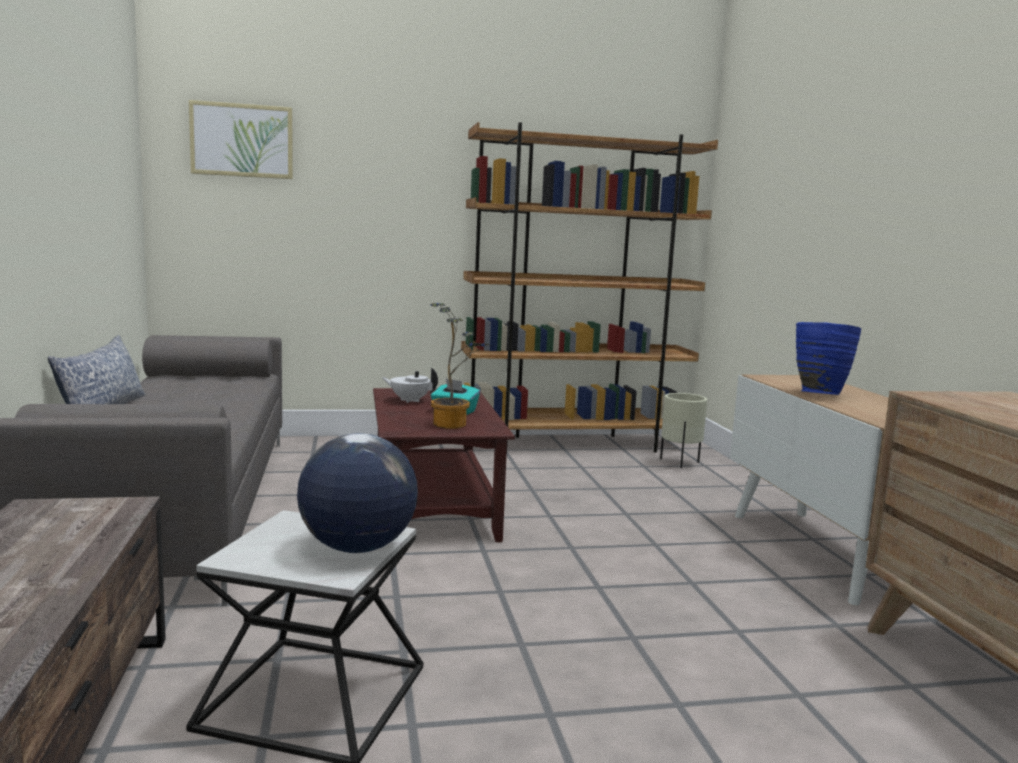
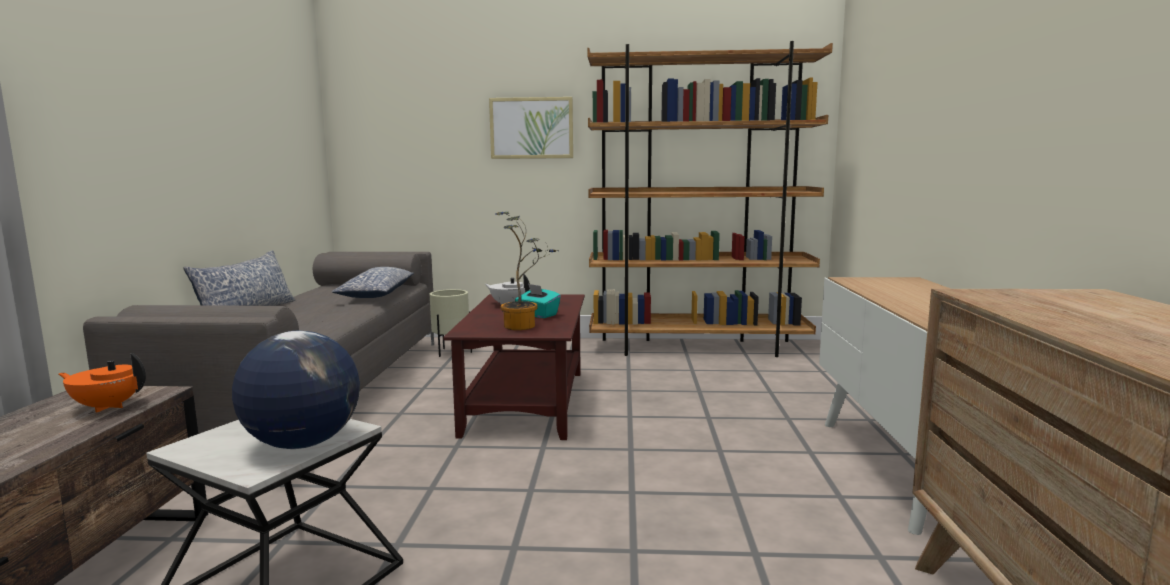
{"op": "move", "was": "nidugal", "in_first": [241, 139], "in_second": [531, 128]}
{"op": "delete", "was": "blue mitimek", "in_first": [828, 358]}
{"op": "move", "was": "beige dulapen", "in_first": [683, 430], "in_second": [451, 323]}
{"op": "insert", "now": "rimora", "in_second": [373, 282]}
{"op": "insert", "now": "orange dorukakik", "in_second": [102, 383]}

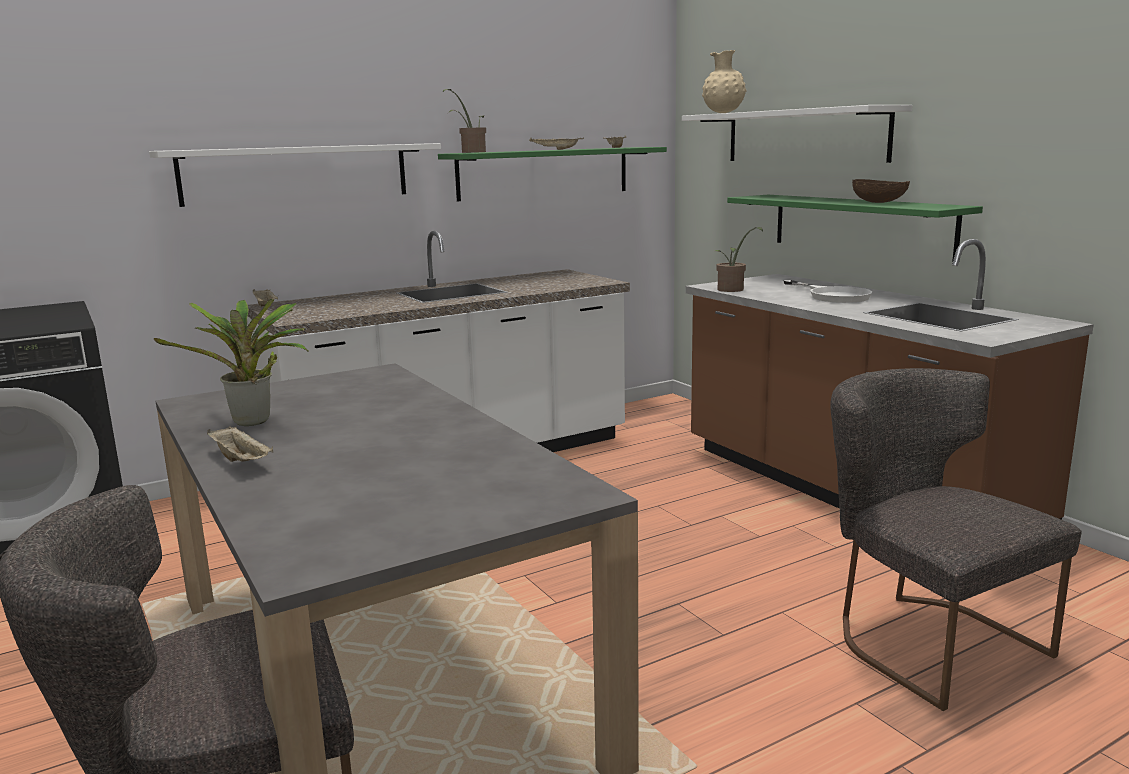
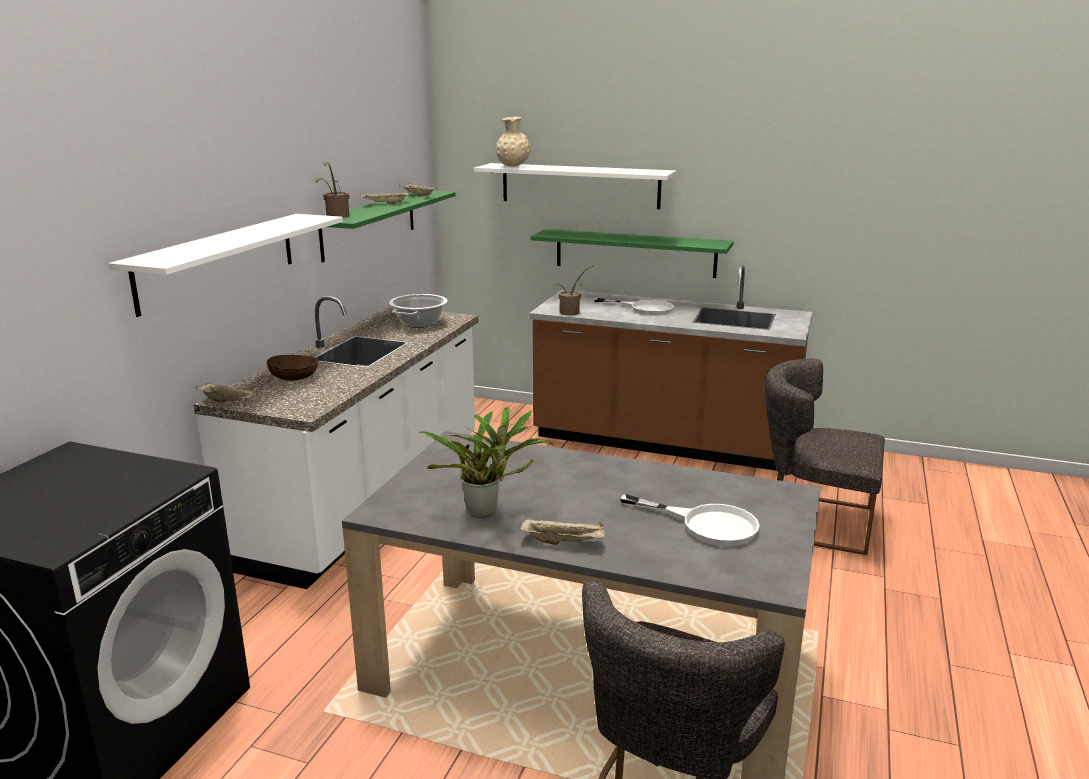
{"op": "move", "was": "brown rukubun", "in_first": [881, 191], "in_second": [292, 368]}
{"op": "insert", "now": "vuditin", "in_second": [418, 311]}
{"op": "insert", "now": "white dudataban", "in_second": [690, 520]}

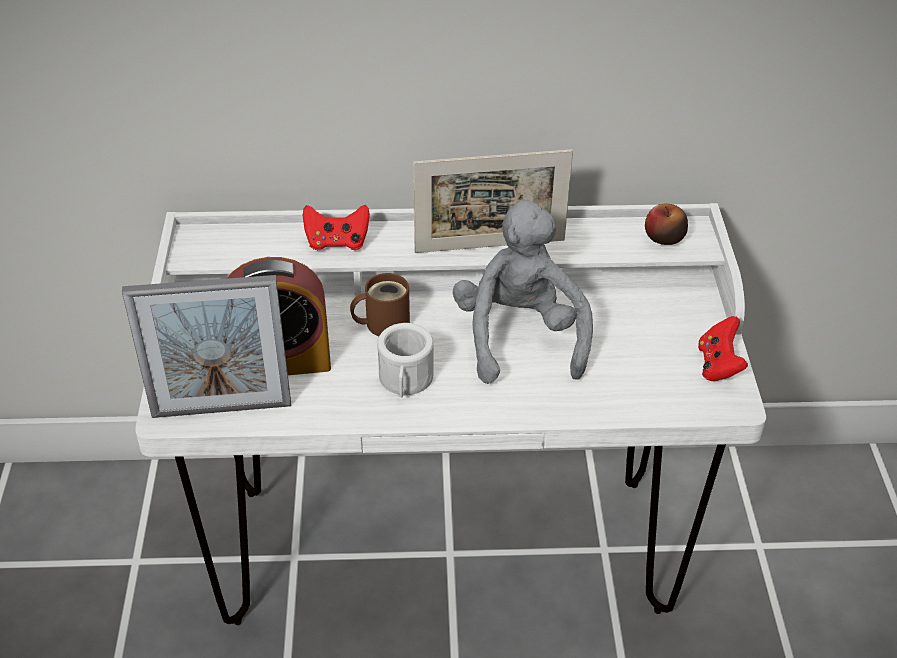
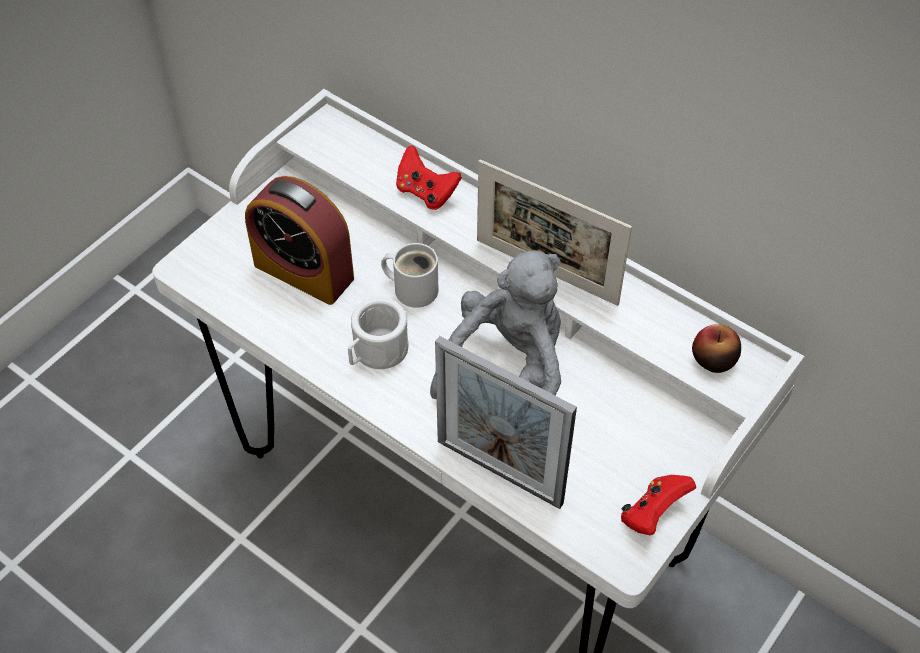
{"op": "recolor", "was": "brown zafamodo", "now": "white zafamodo", "in_first": [380, 304], "in_second": [409, 275]}
{"op": "move", "was": "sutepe", "in_first": [206, 346], "in_second": [506, 422]}

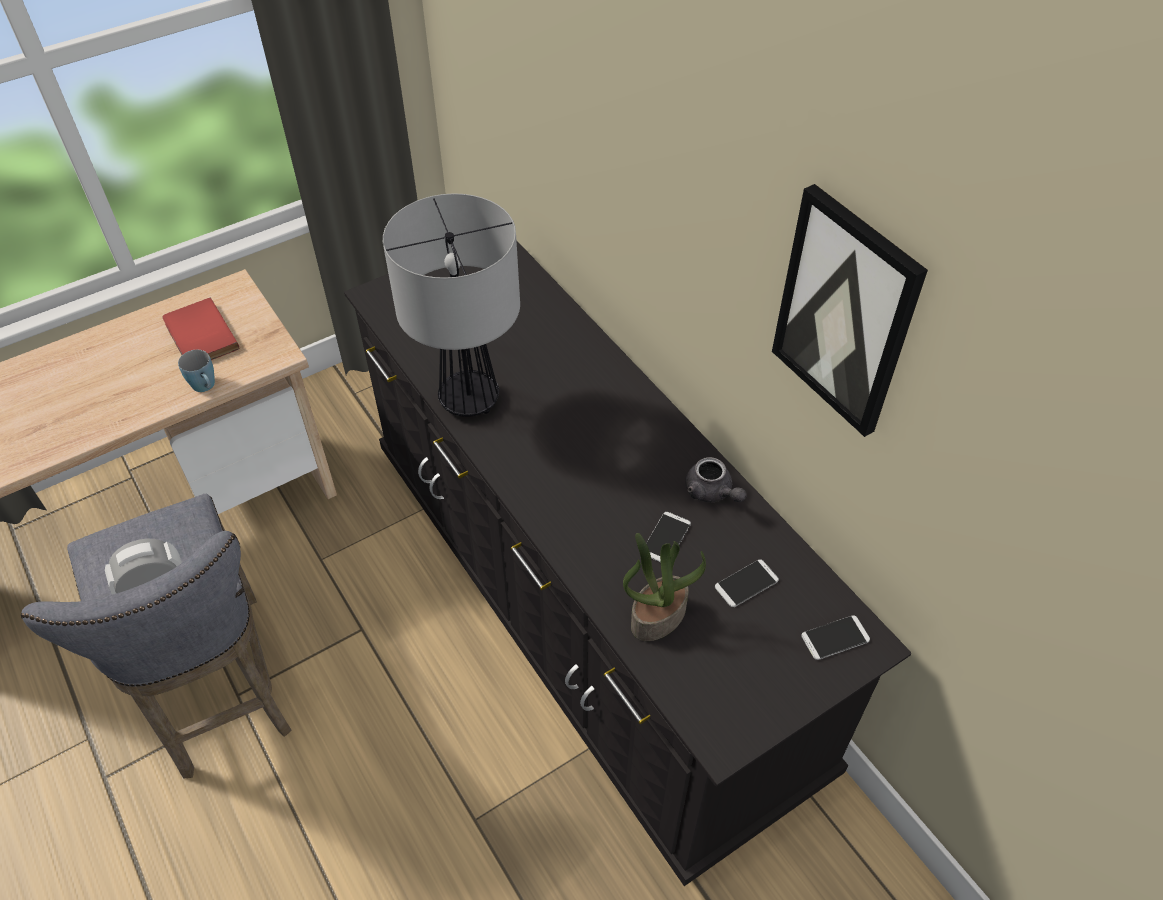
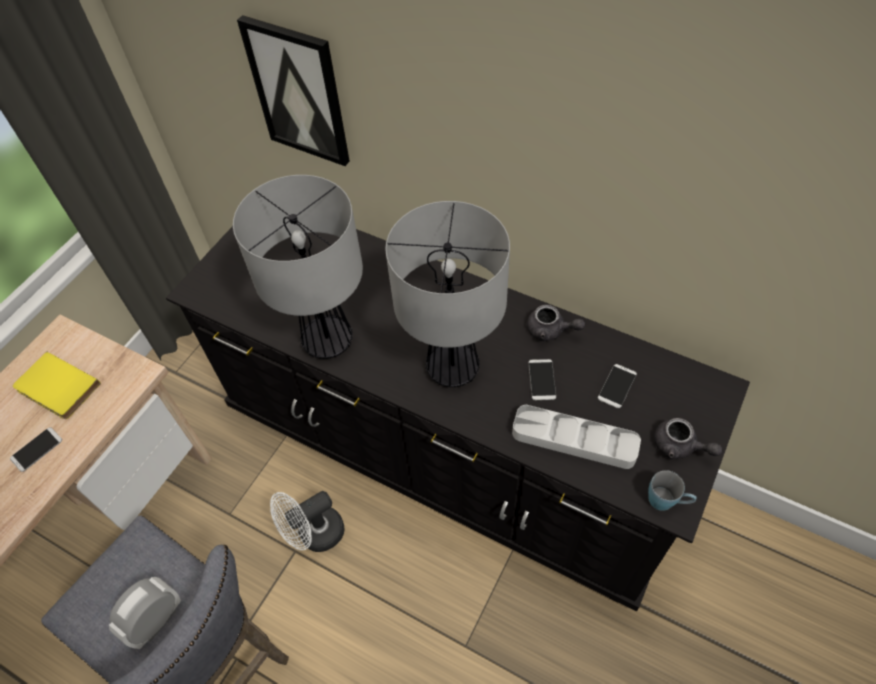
{"op": "move", "was": "nidugal", "in_first": [850, 310], "in_second": [293, 90]}
{"op": "recolor", "was": "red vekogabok", "now": "yellow vekogabok", "in_first": [201, 328], "in_second": [57, 385]}
{"op": "move", "was": "blue zafamodo", "in_first": [196, 371], "in_second": [672, 490]}
{"op": "replace", "was": "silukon", "now": "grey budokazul", "in_first": [664, 587], "in_second": [576, 437]}
{"op": "move", "was": "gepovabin", "in_first": [835, 637], "in_second": [36, 449]}
{"op": "insert", "now": "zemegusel", "in_second": [447, 294]}
{"op": "insert", "now": "grey dorukakik", "in_second": [688, 438]}
{"op": "insert", "now": "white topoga", "in_second": [307, 521]}

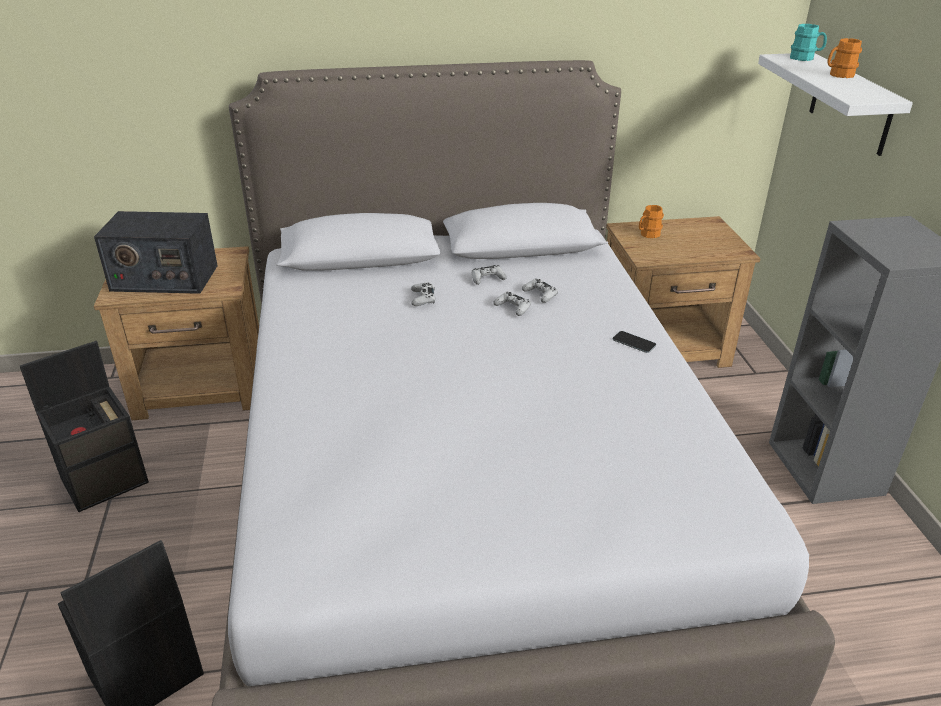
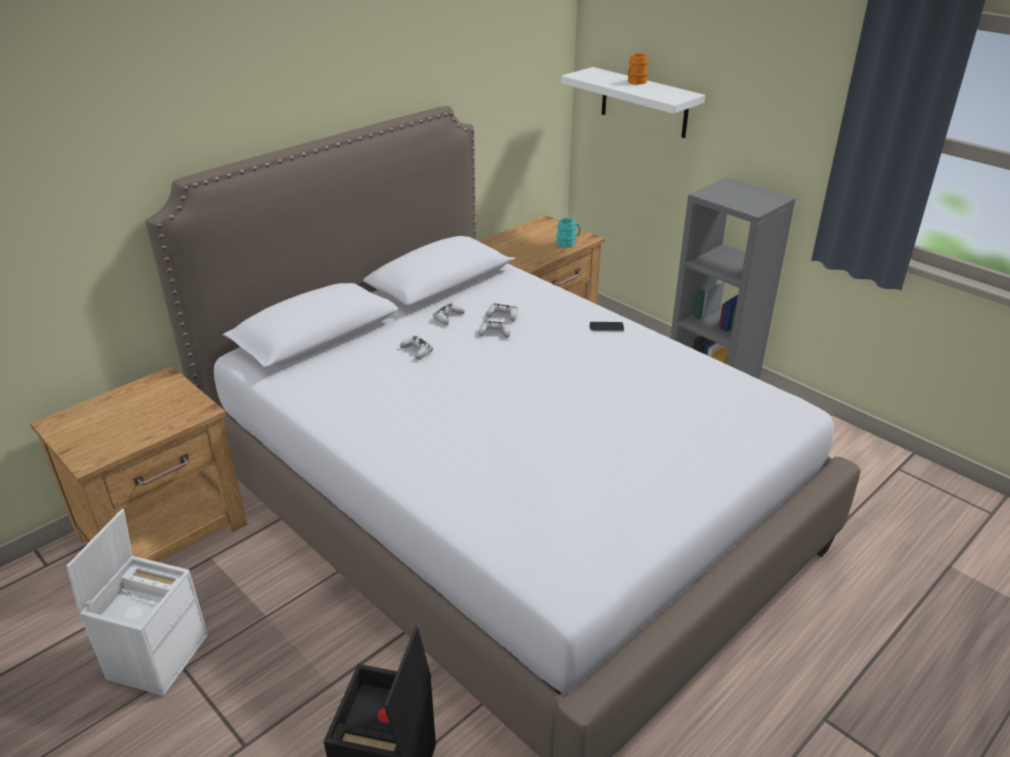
{"op": "move", "was": "turquoise zafamodo", "in_first": [808, 42], "in_second": [568, 232]}
{"op": "delete", "was": "orange zafamodo", "in_first": [651, 221]}
{"op": "delete", "was": "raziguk", "in_first": [156, 252]}
{"op": "recolor", "was": "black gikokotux", "now": "white gikokotux", "in_first": [84, 426], "in_second": [137, 602]}

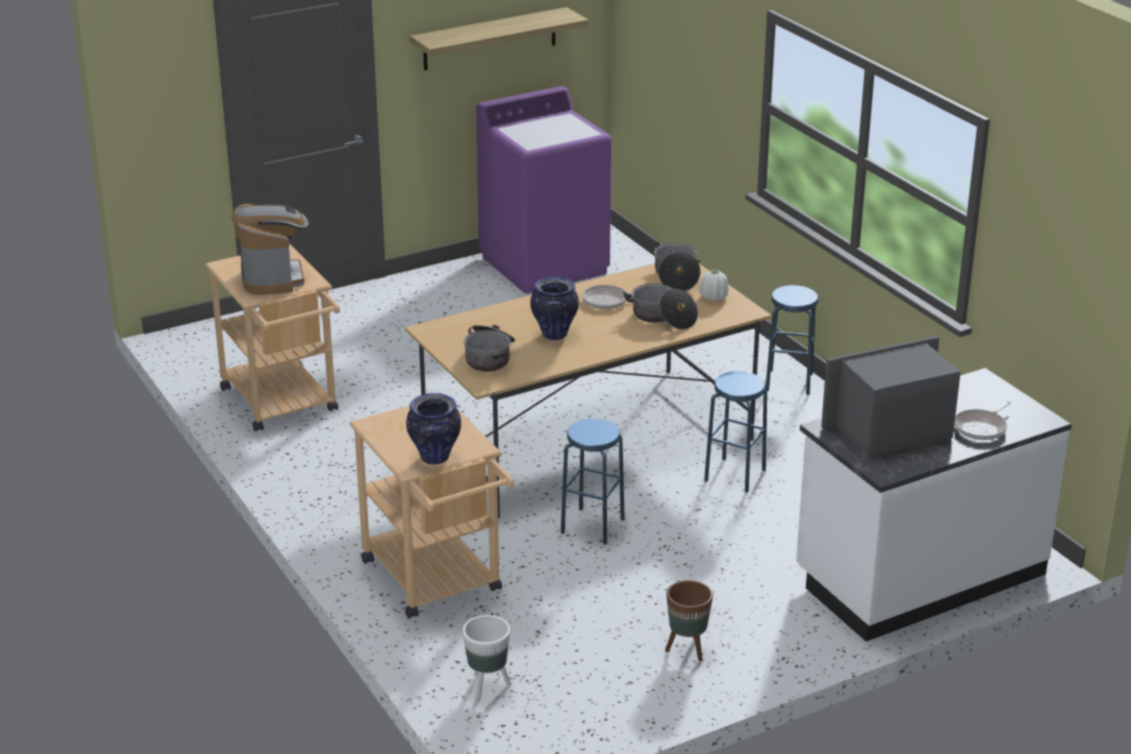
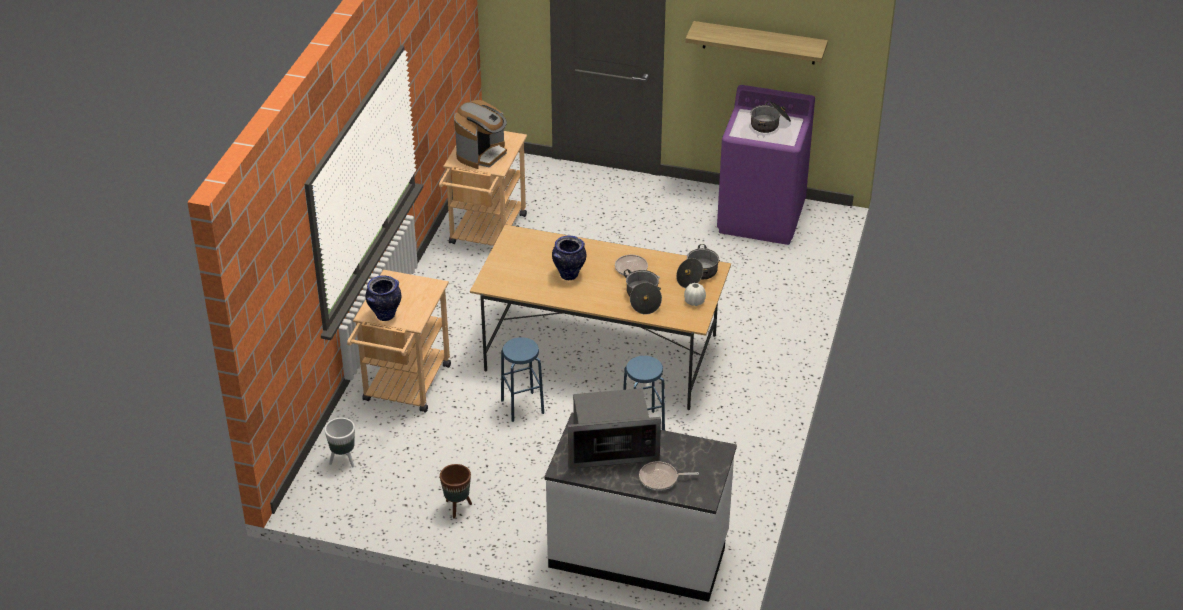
{"op": "delete", "was": "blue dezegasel", "in_first": [792, 340]}
{"op": "move", "was": "vuditin", "in_first": [489, 348], "in_second": [771, 117]}
{"op": "rotate", "was": "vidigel", "in_first": [891, 396], "in_second": [614, 428], "clockwise": 150}

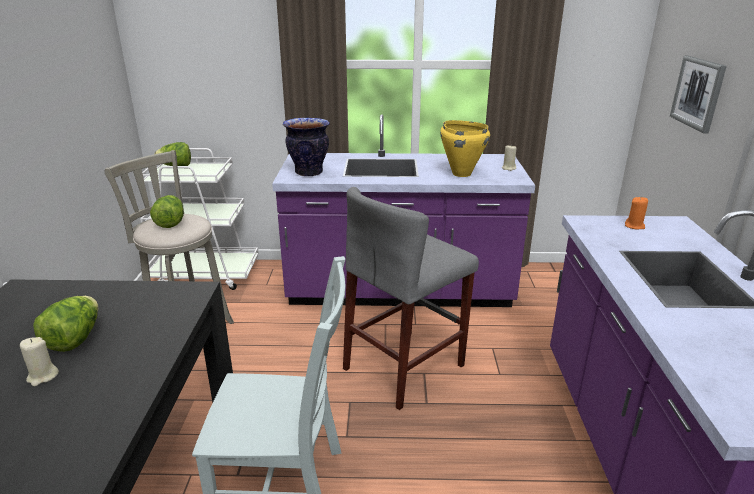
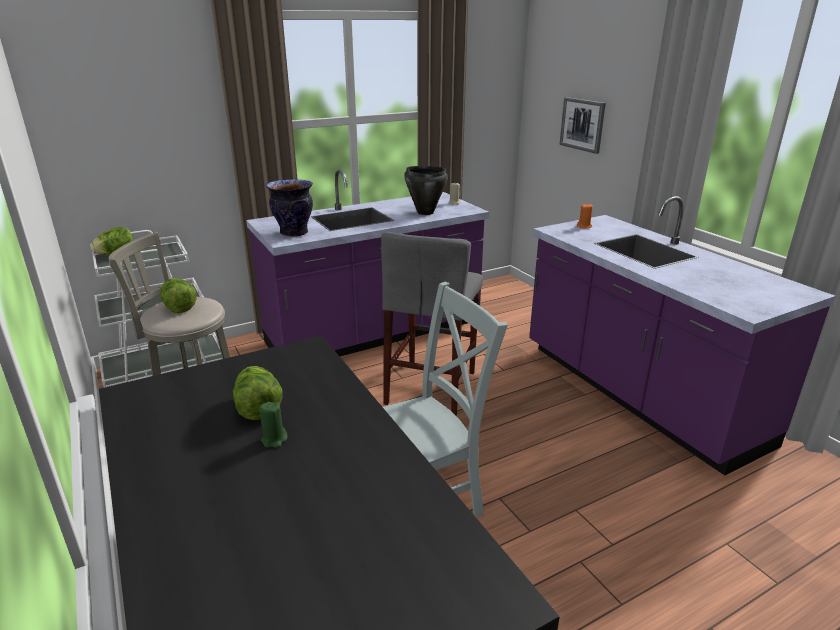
{"op": "recolor", "was": "yellow vuditin", "now": "black vuditin", "in_first": [465, 148], "in_second": [426, 190]}
{"op": "recolor", "was": "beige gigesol", "now": "green gigesol", "in_first": [39, 361], "in_second": [273, 425]}

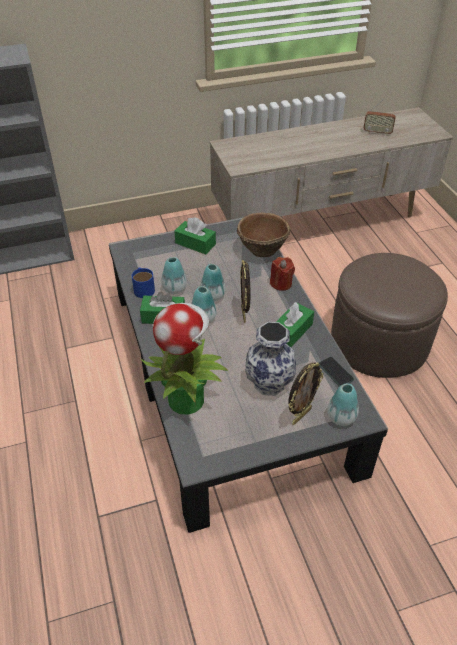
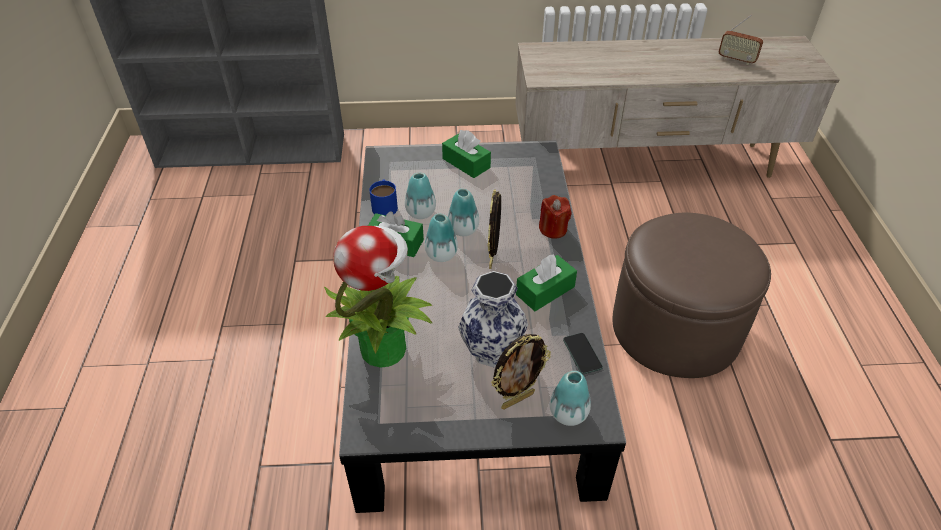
{"op": "delete", "was": "brown rukubun", "in_first": [264, 235]}

